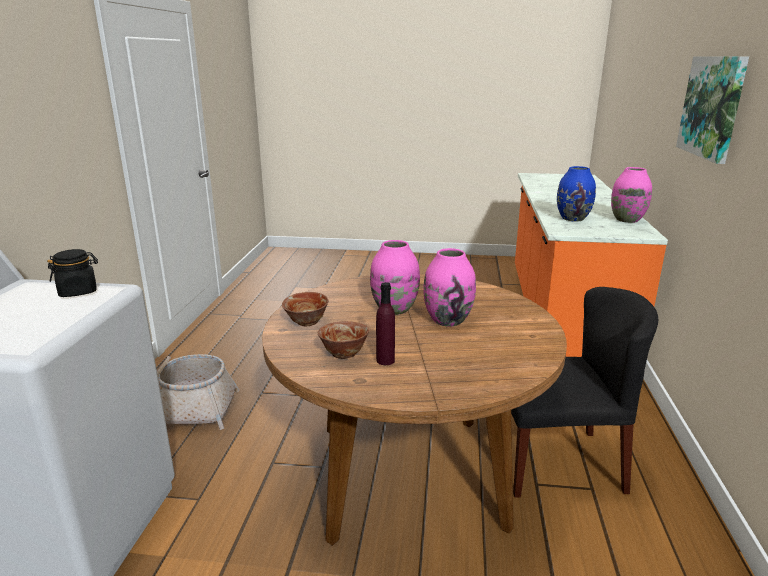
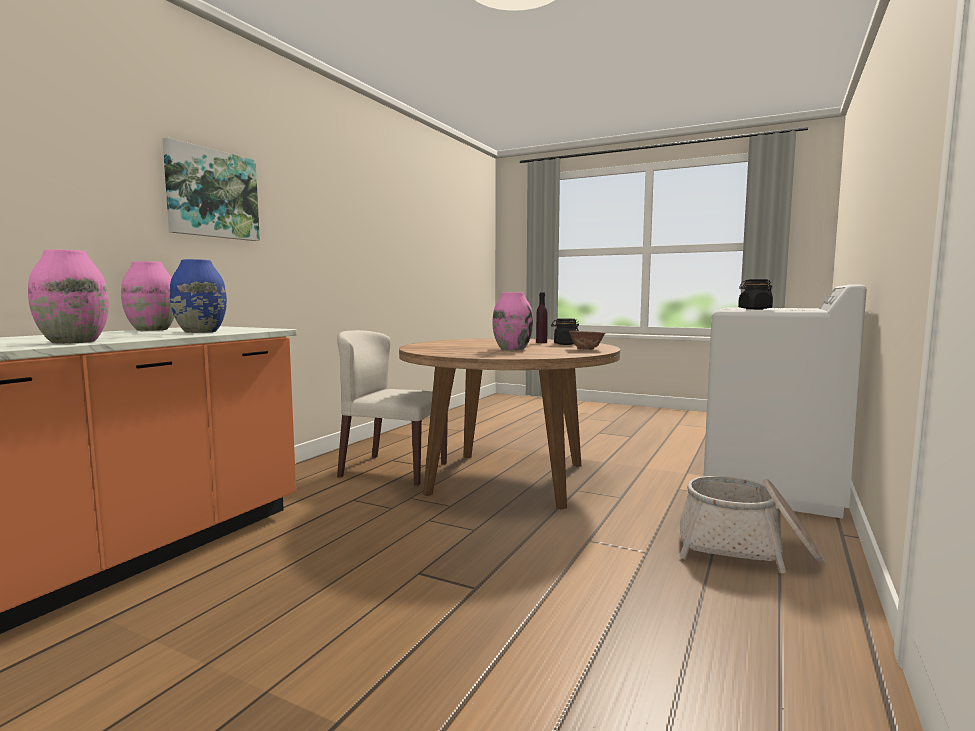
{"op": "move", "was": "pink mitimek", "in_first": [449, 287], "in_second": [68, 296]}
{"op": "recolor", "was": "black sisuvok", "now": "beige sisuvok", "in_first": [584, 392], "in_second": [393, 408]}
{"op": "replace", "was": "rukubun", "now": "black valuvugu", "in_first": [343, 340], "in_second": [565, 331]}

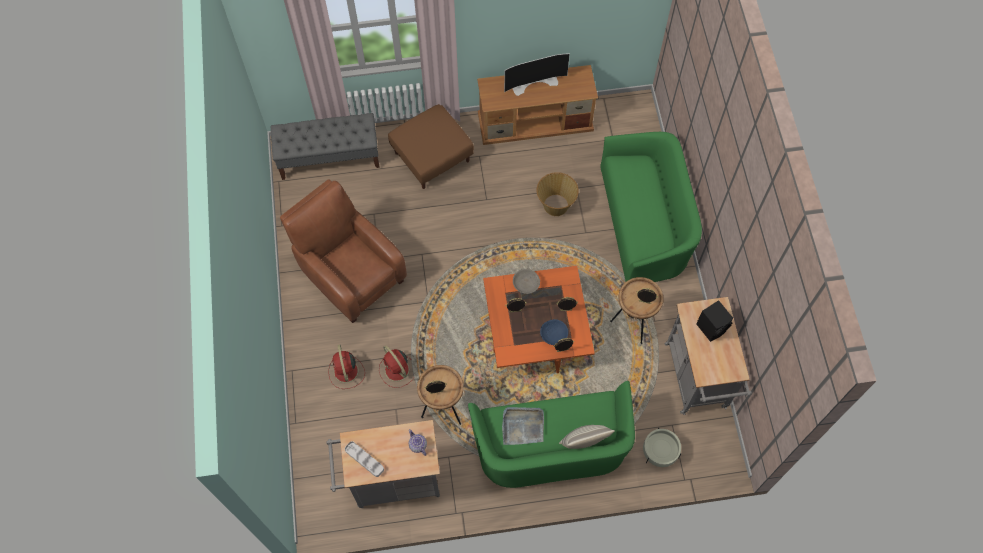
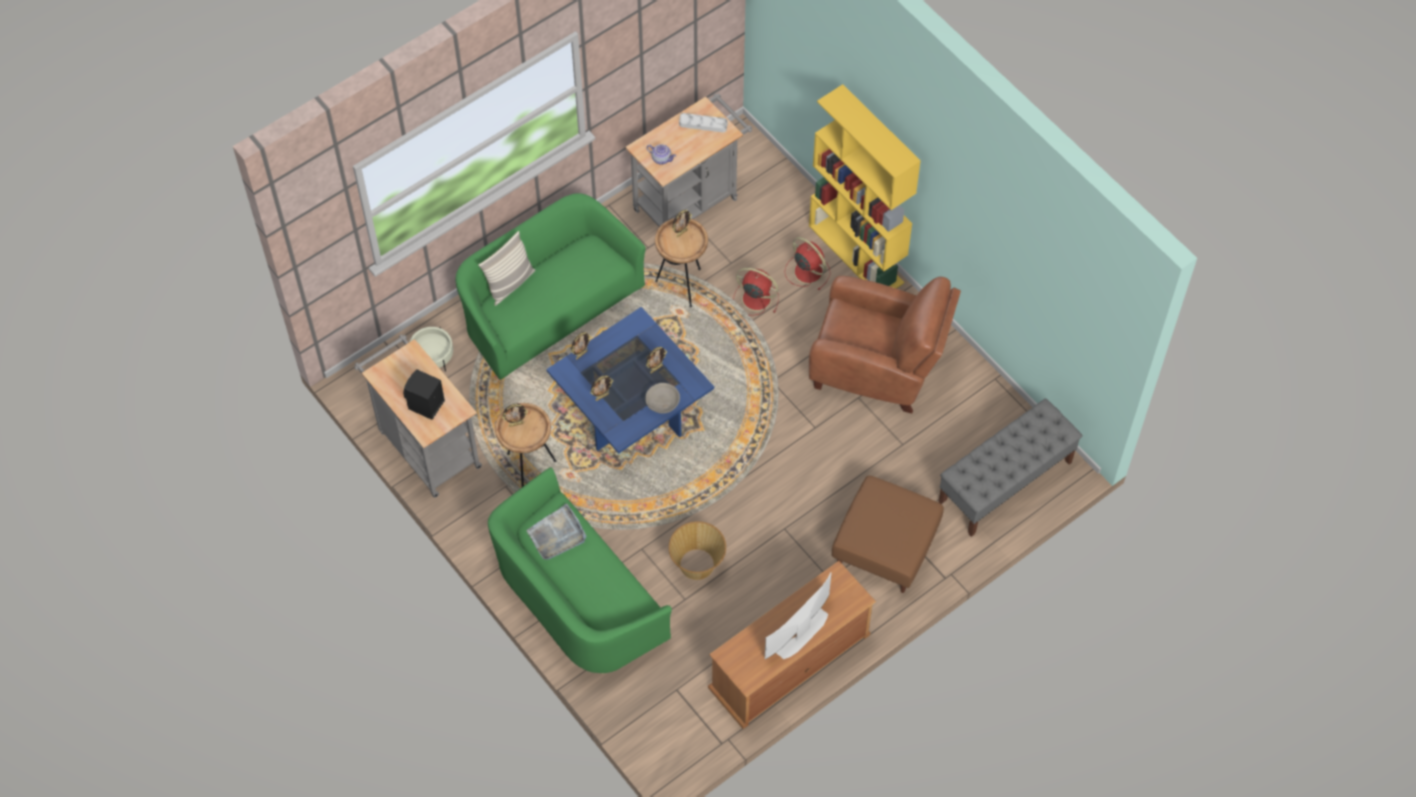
{"op": "recolor", "was": "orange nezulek", "now": "blue nezulek", "in_first": [539, 319], "in_second": [630, 380]}
{"op": "delete", "was": "blue rukubun", "in_first": [554, 332]}
{"op": "move", "was": "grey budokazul", "in_first": [523, 426], "in_second": [556, 531]}
{"op": "insert", "now": "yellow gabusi", "in_second": [865, 186]}

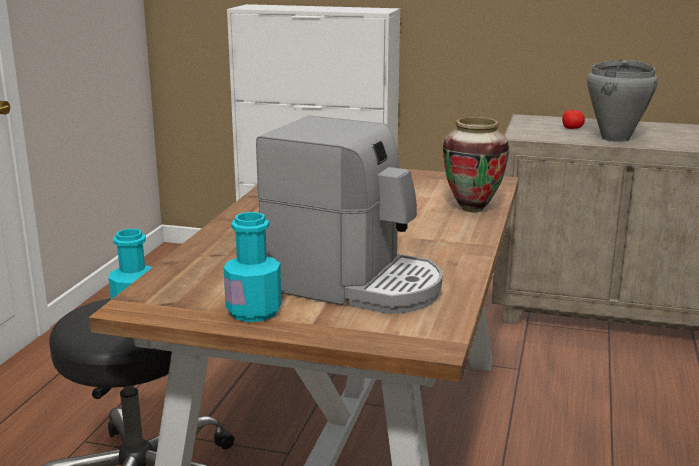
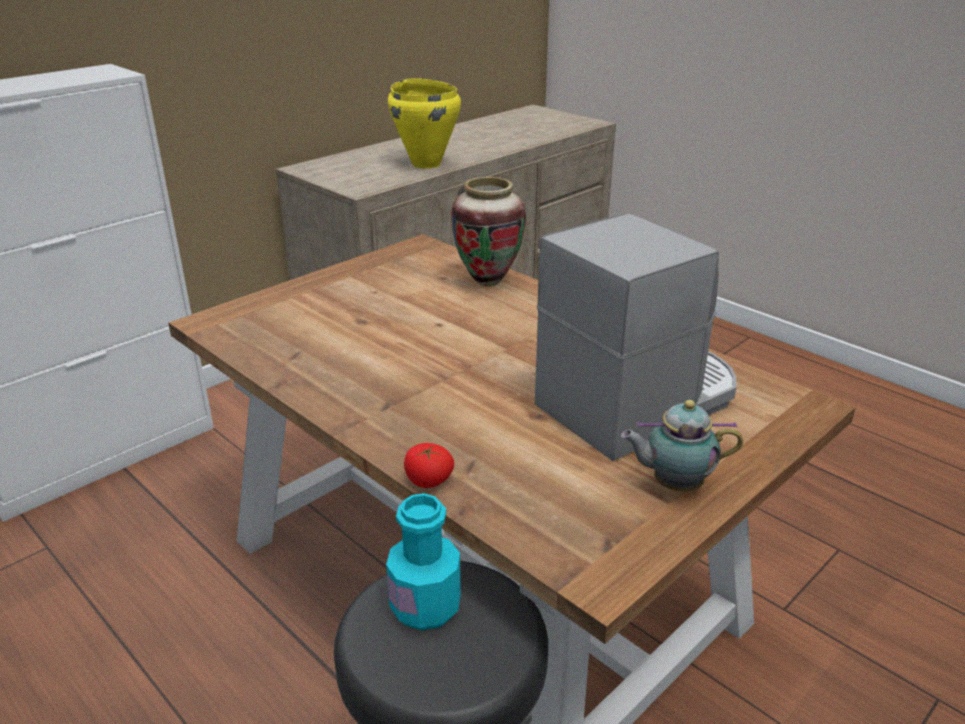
{"op": "recolor", "was": "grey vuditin", "now": "yellow vuditin", "in_first": [622, 101], "in_second": [424, 123]}
{"op": "move", "was": "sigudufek", "in_first": [573, 119], "in_second": [429, 465]}
{"op": "replace", "was": "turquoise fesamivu", "now": "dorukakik", "in_first": [252, 267], "in_second": [682, 446]}

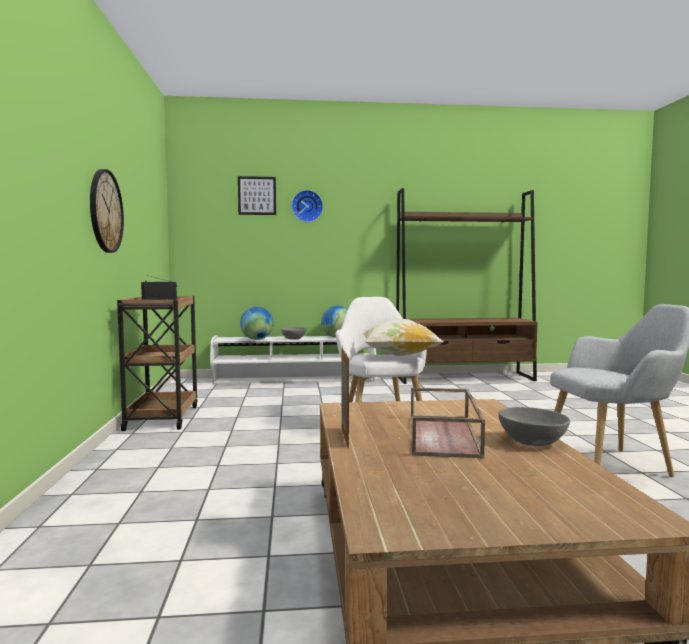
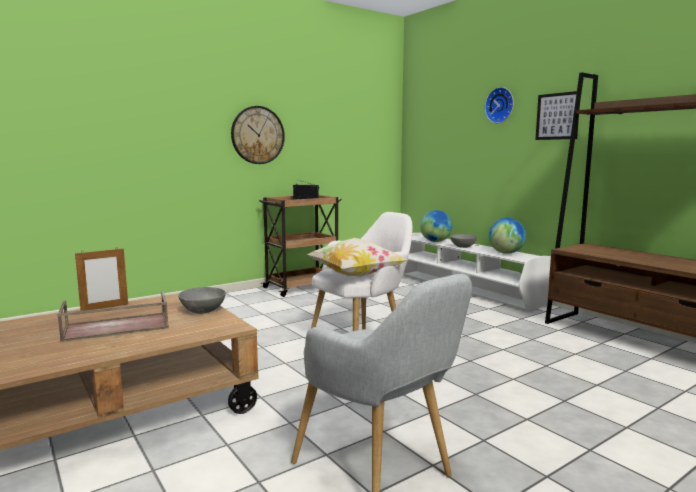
{"op": "move", "was": "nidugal", "in_first": [257, 195], "in_second": [557, 115]}
{"op": "move", "was": "grey rukubun", "in_first": [534, 426], "in_second": [202, 300]}

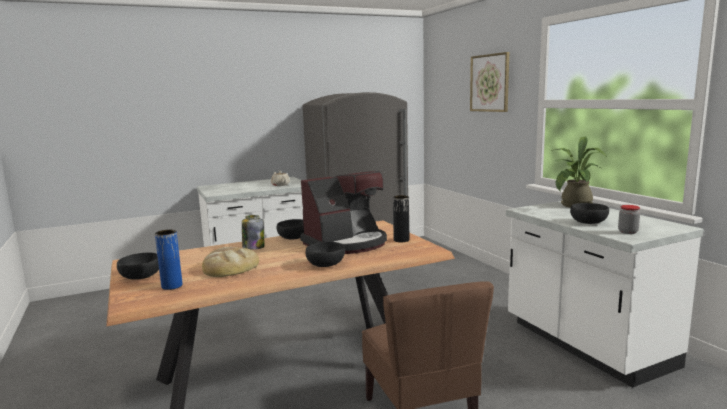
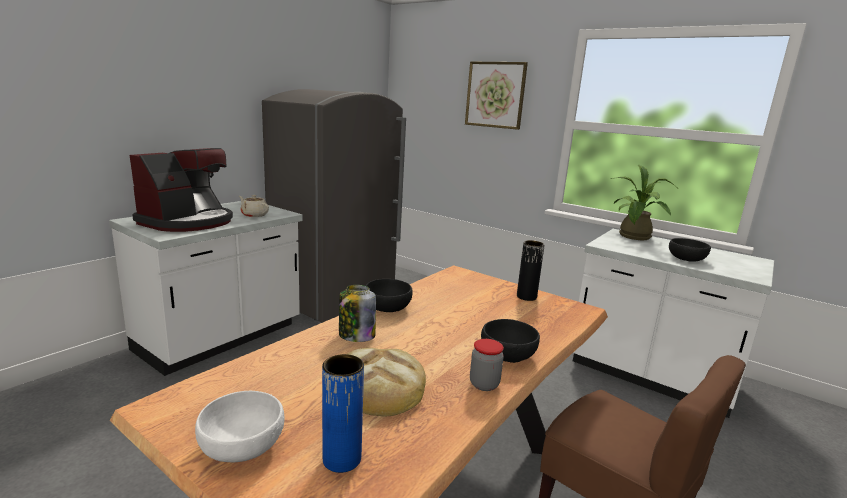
{"op": "move", "was": "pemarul", "in_first": [343, 212], "in_second": [181, 190]}
{"op": "move", "was": "valuvugu", "in_first": [629, 219], "in_second": [487, 365]}
{"op": "recolor", "was": "black rukubun", "now": "white rukubun", "in_first": [138, 266], "in_second": [240, 426]}

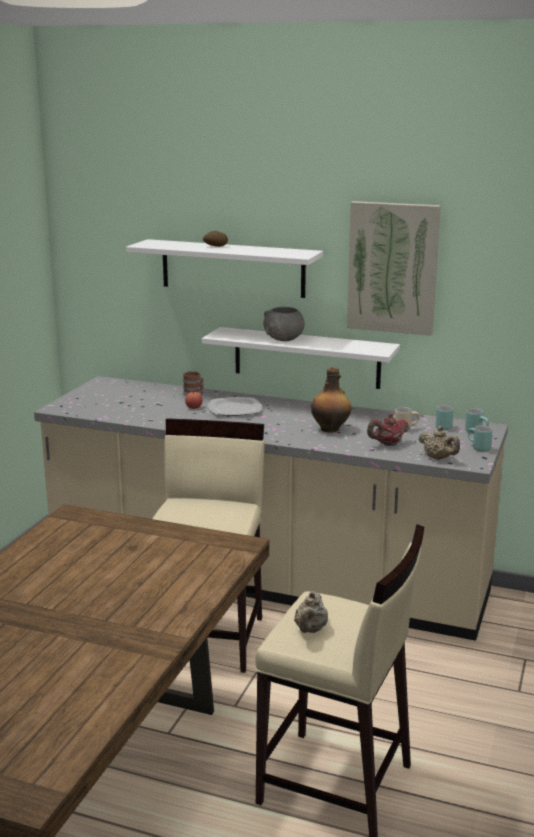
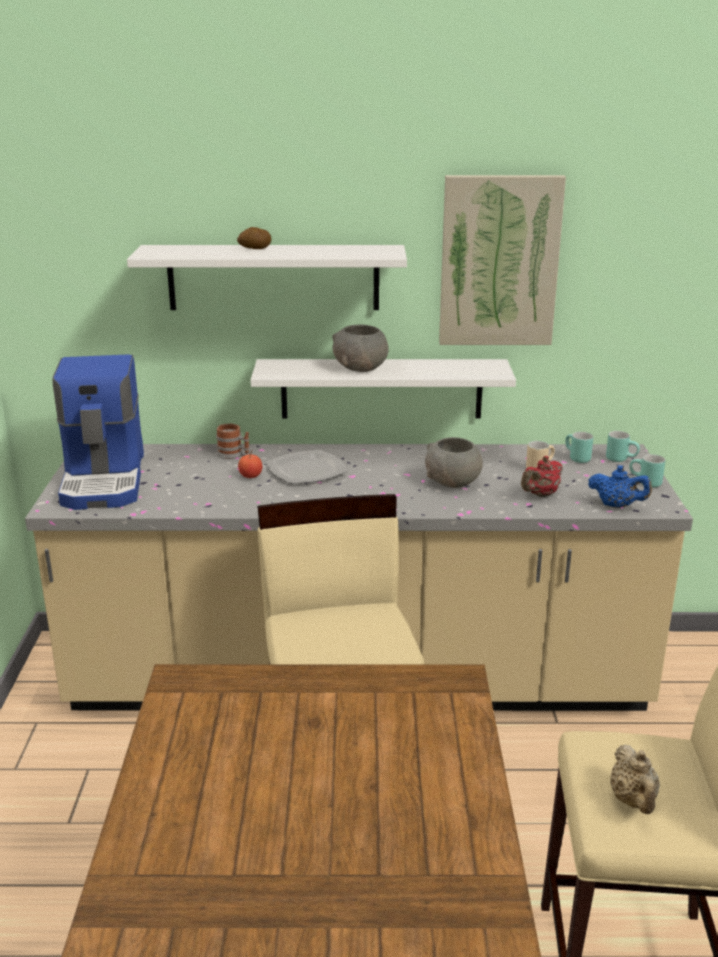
{"op": "replace", "was": "fesamivu", "now": "grey rukubun", "in_first": [331, 400], "in_second": [454, 462]}
{"op": "recolor", "was": "beige dorukakik", "now": "blue dorukakik", "in_first": [439, 443], "in_second": [620, 486]}
{"op": "insert", "now": "pemarul", "in_second": [98, 432]}

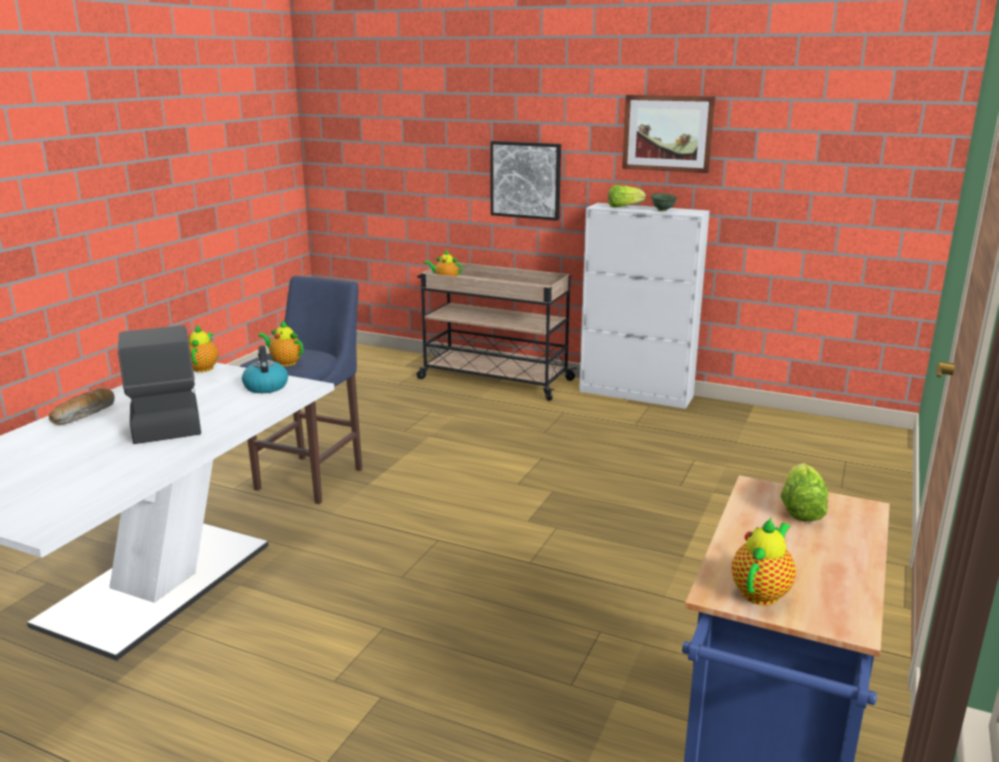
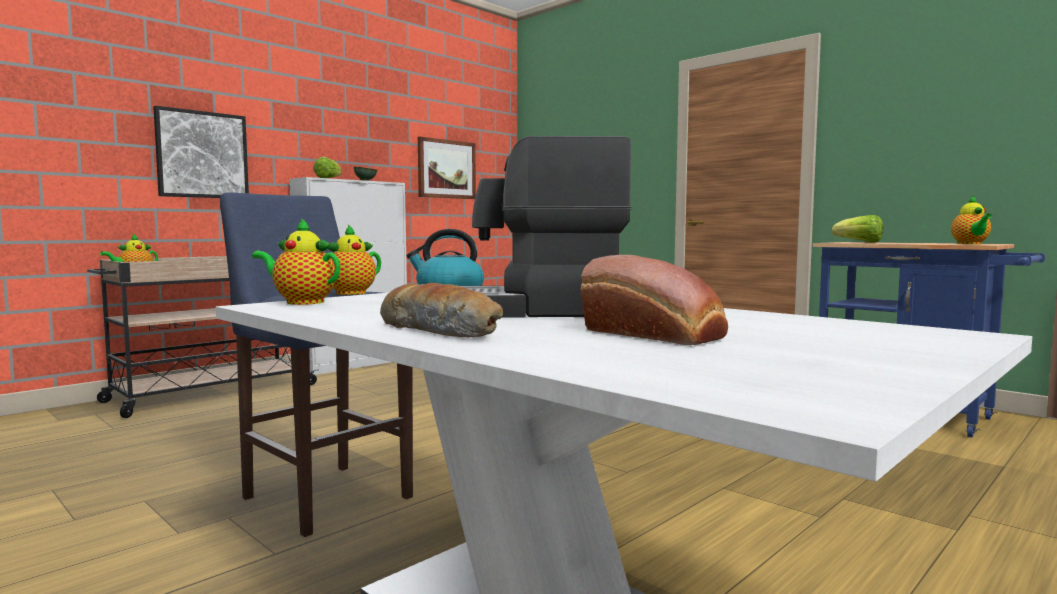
{"op": "move", "was": "nidugal", "in_first": [669, 134], "in_second": [447, 168]}
{"op": "rotate", "was": "dorukakik", "in_first": [764, 562], "in_second": [972, 219], "clockwise": -135}
{"op": "insert", "now": "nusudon", "in_second": [654, 300]}

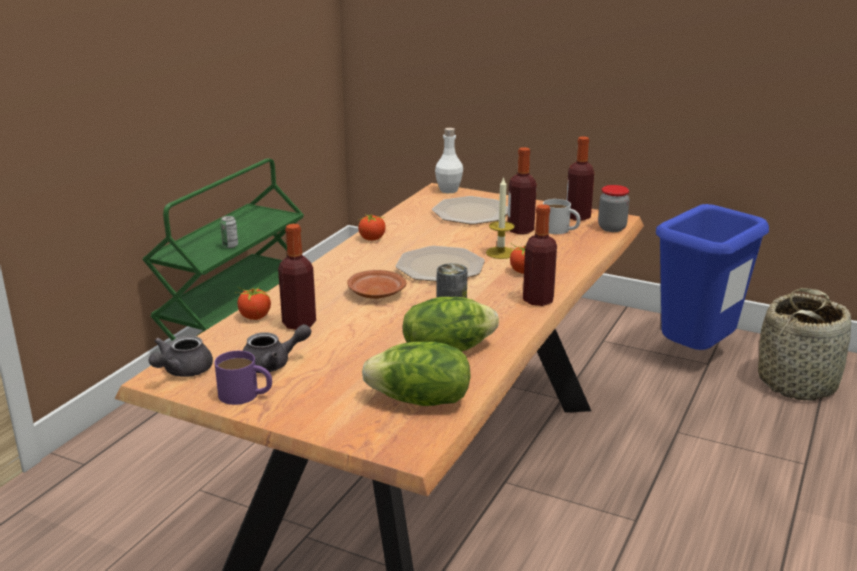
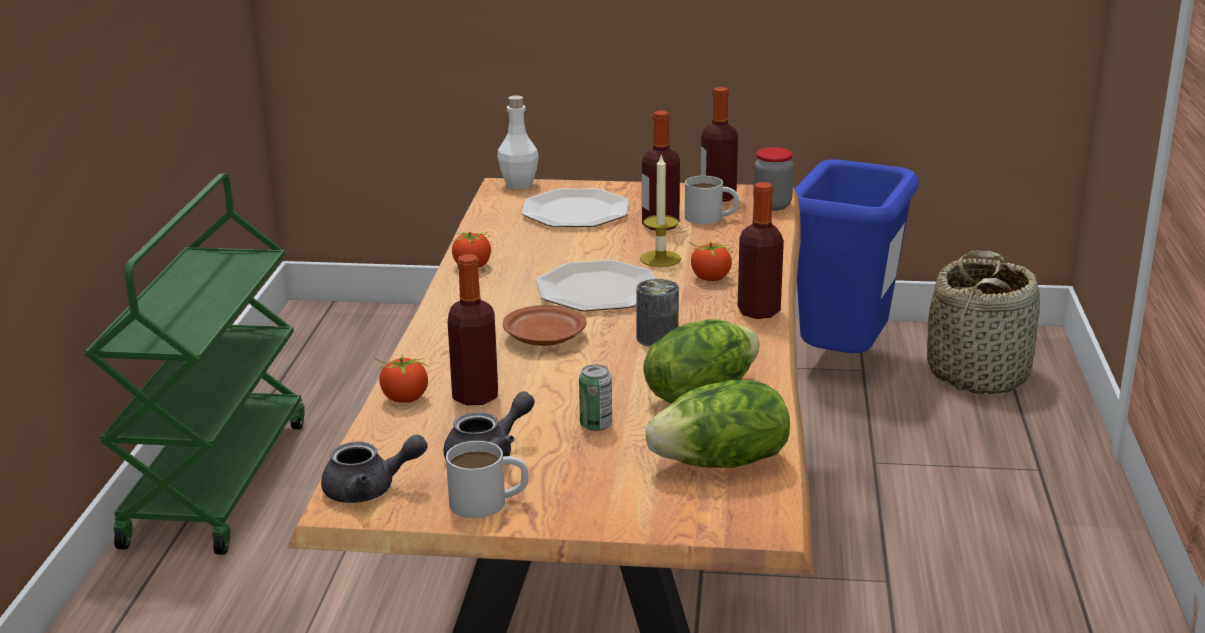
{"op": "move", "was": "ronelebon", "in_first": [229, 232], "in_second": [595, 397]}
{"op": "rotate", "was": "grey dorukakik", "in_first": [180, 356], "in_second": [374, 468], "clockwise": -105}
{"op": "recolor", "was": "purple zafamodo", "now": "white zafamodo", "in_first": [243, 378], "in_second": [487, 479]}

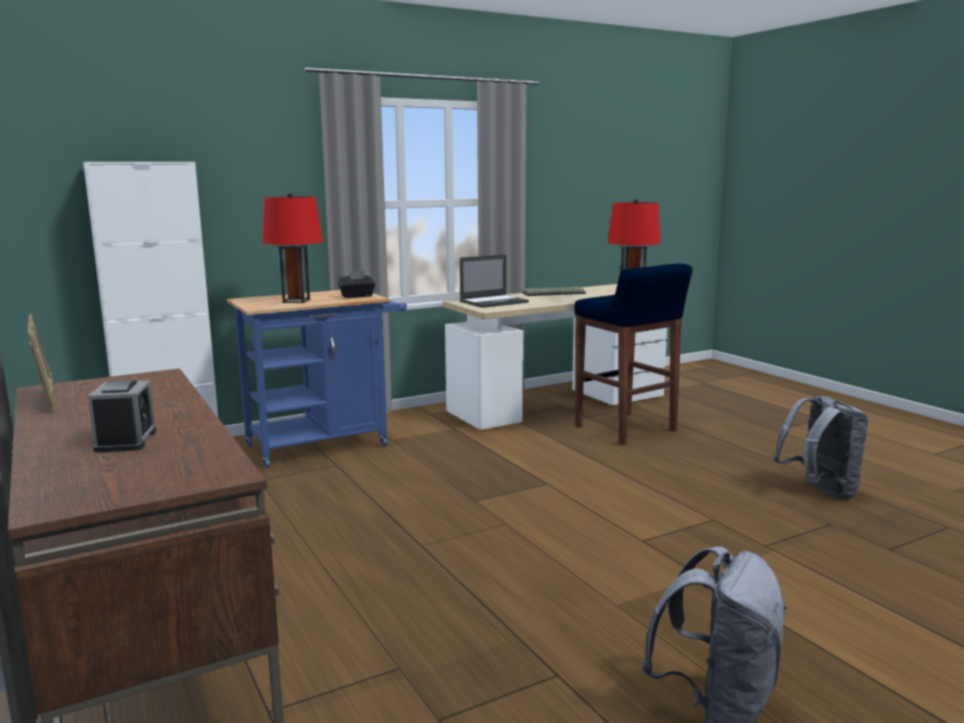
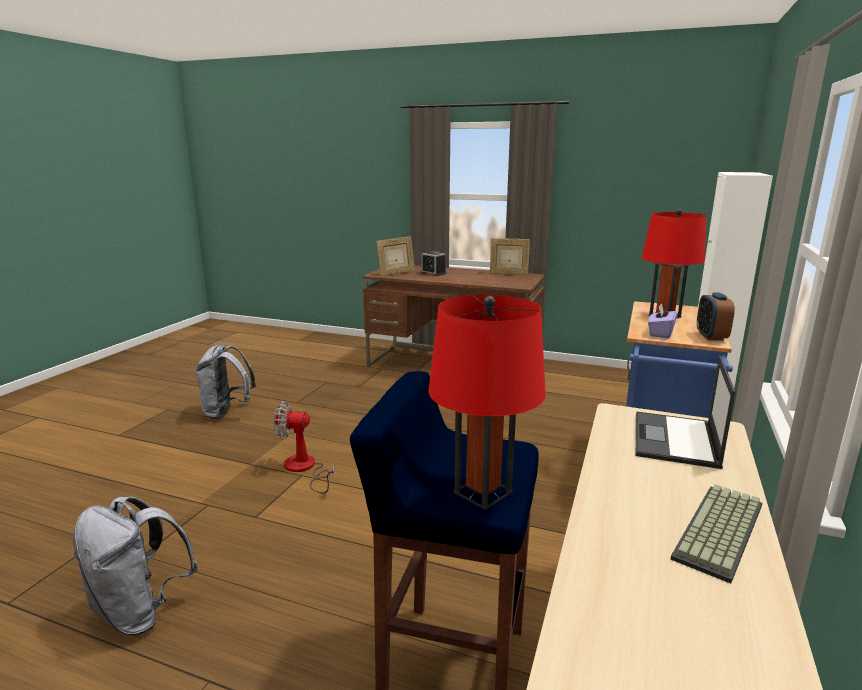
{"op": "recolor", "was": "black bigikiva", "now": "purple bigikiva", "in_first": [356, 284], "in_second": [662, 320]}
{"op": "insert", "now": "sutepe", "in_second": [396, 256]}
{"op": "insert", "now": "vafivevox", "in_second": [716, 316]}
{"op": "insert", "now": "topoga", "in_second": [304, 447]}

